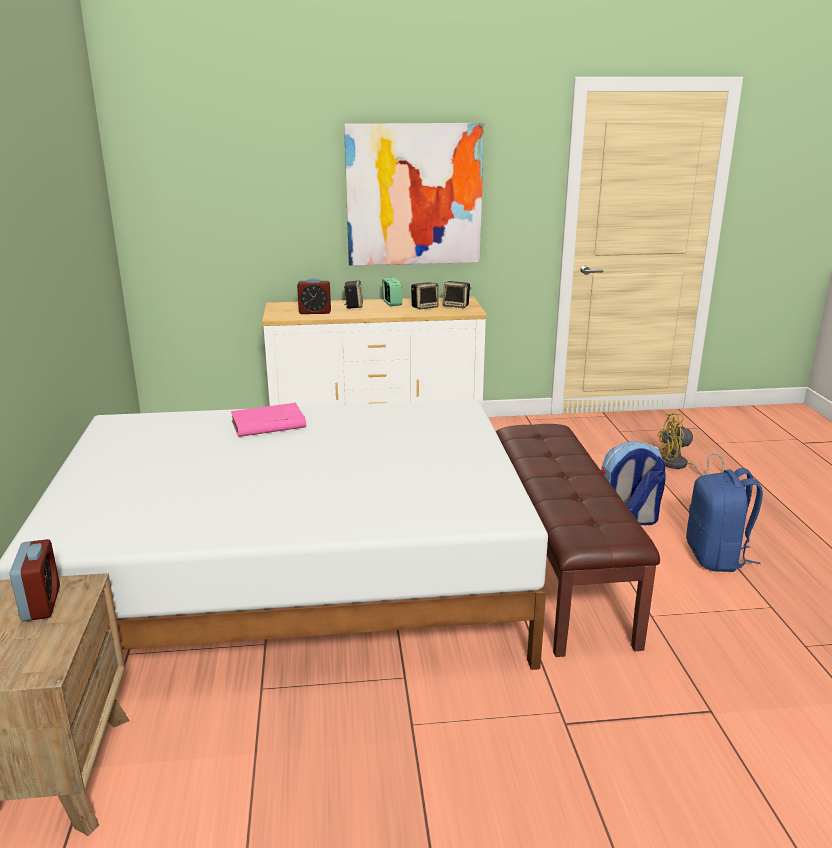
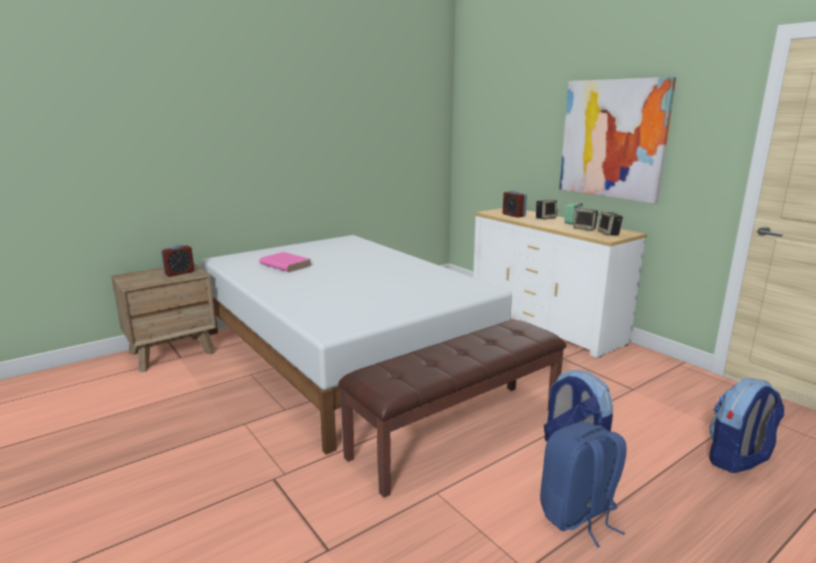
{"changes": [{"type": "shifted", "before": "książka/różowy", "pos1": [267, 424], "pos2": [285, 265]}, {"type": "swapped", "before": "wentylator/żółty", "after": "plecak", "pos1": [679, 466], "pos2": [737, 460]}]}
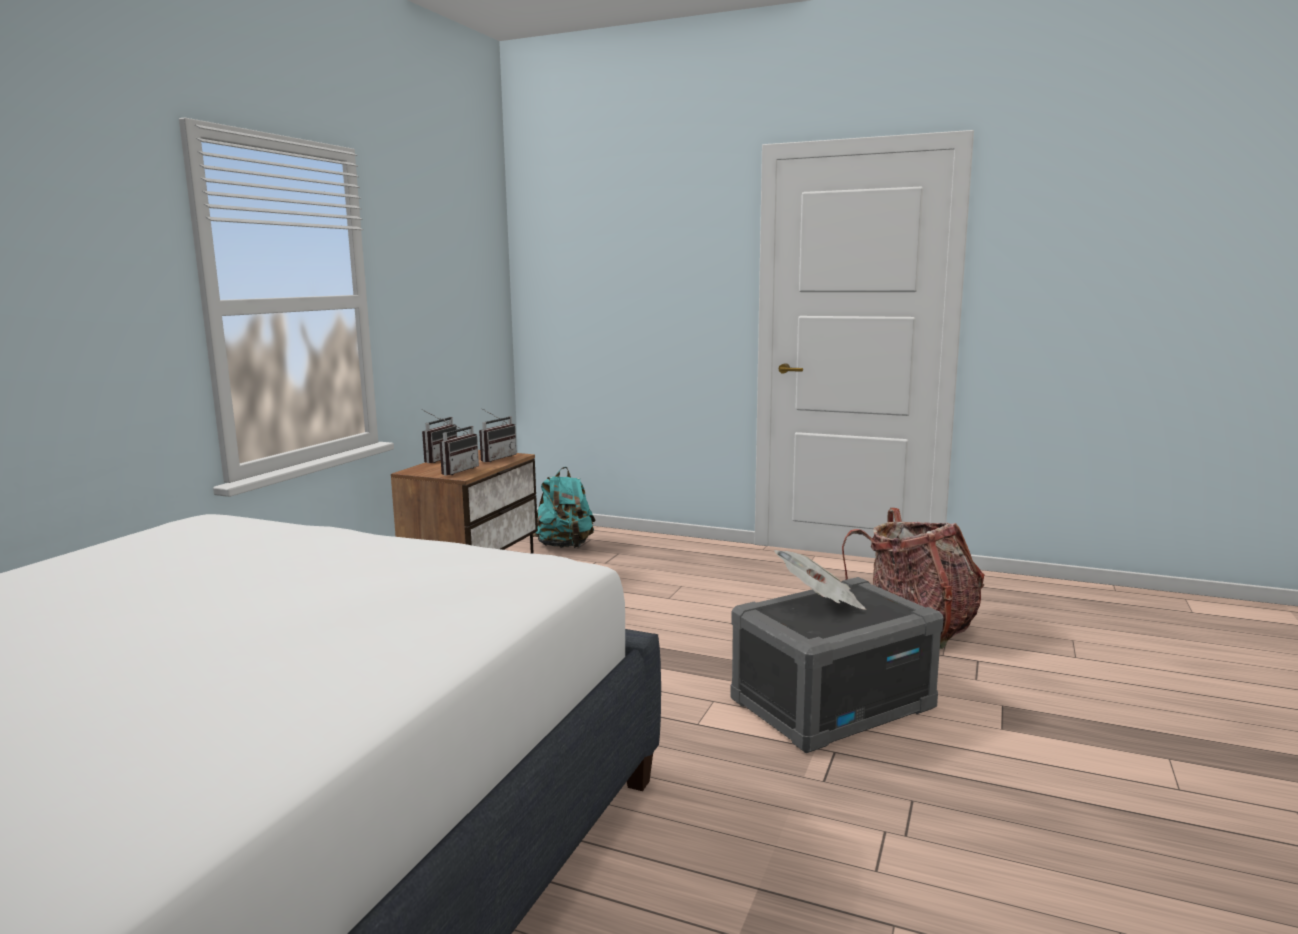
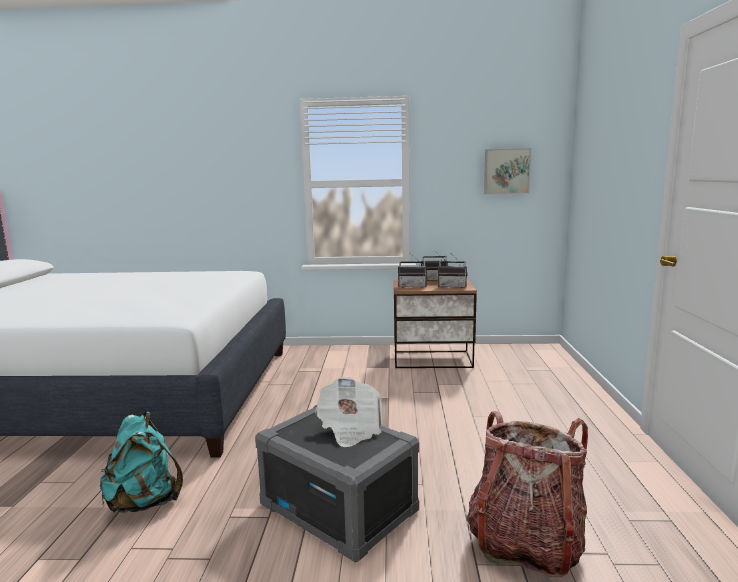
{"changes": [{"type": "shifted", "before": "plecak/turkusowy", "pos1": [565, 546], "pos2": [144, 502]}, {"type": "new", "after": "obraz", "pos2": [506, 171]}]}
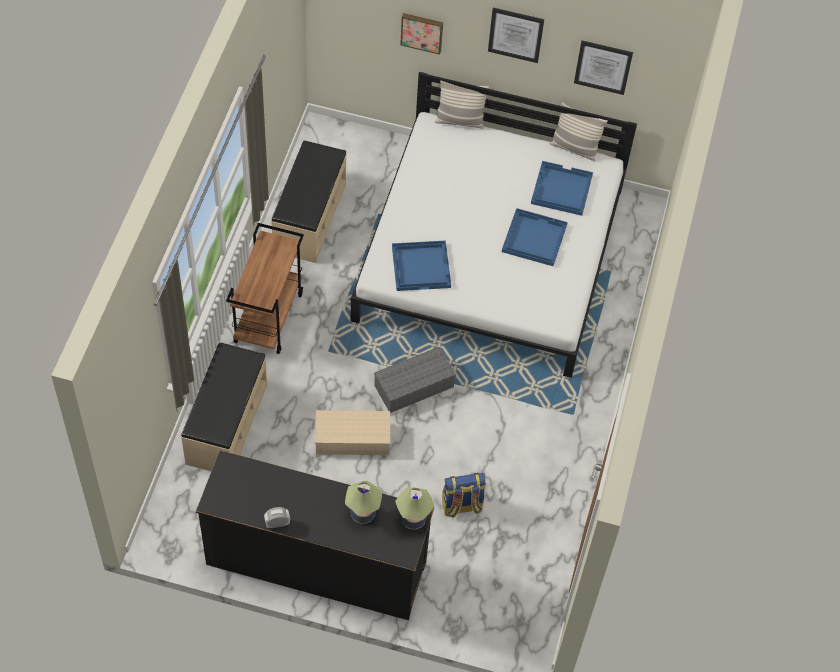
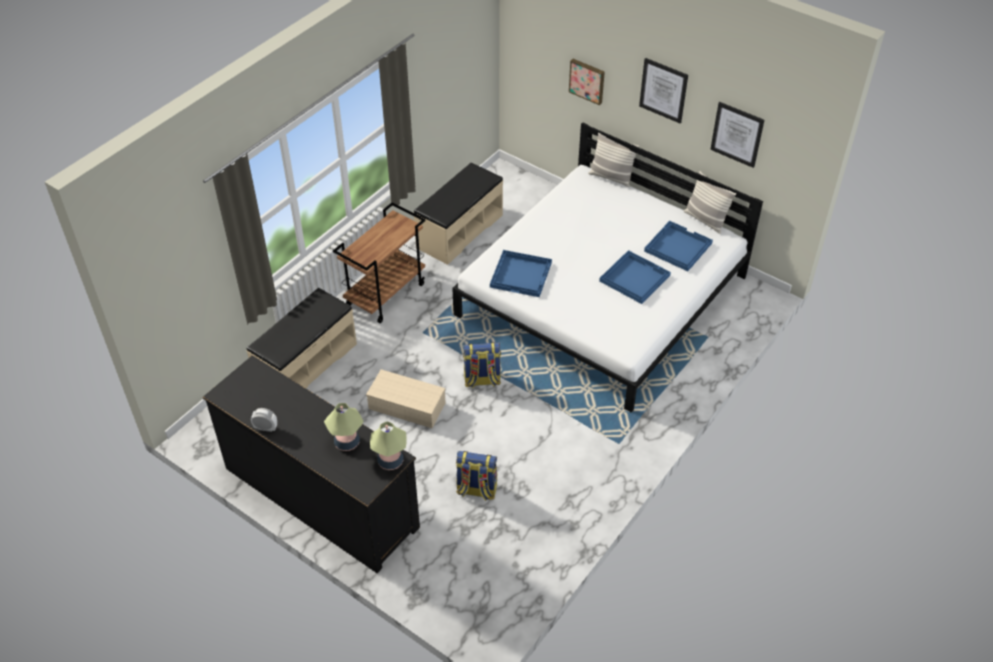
{"changes": [{"type": "swapped", "before": "pojemnik do przechowywania/szary", "after": "plecak", "pos1": [413, 387], "pos2": [482, 380]}]}
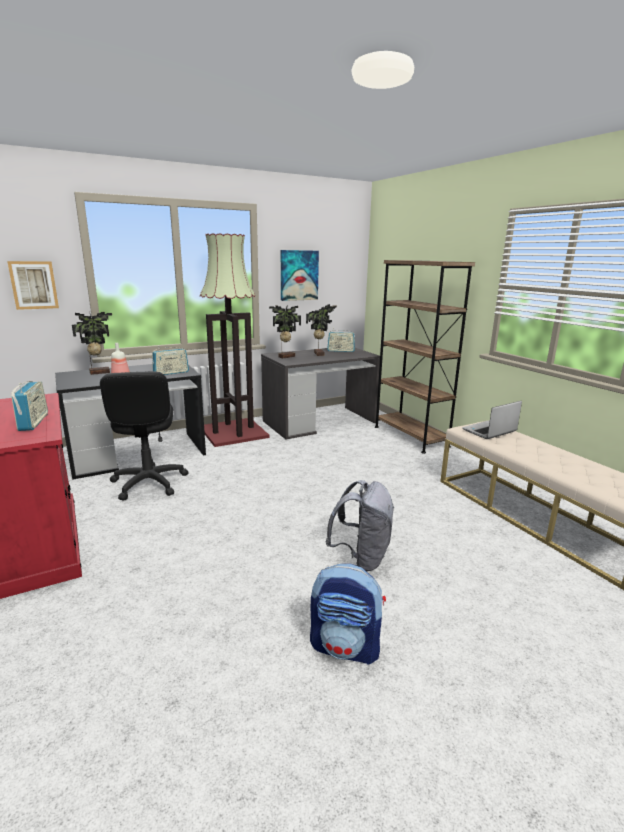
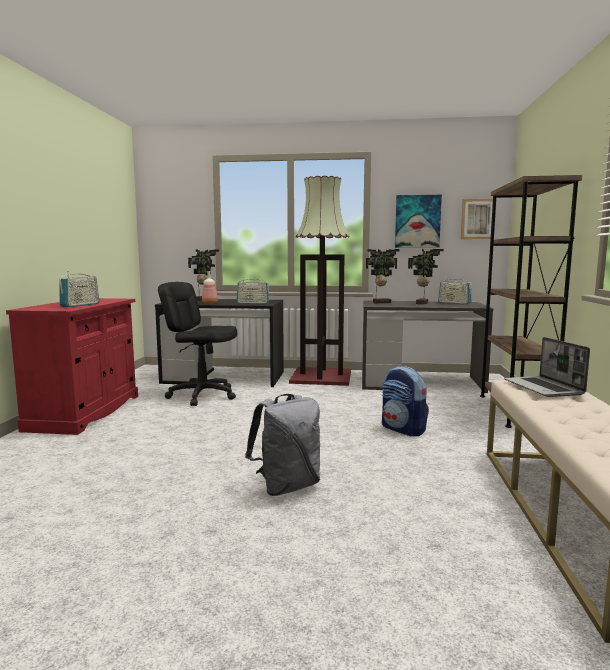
{"changes": [{"type": "shifted", "before": "obraz", "pos1": [34, 285], "pos2": [477, 219]}, {"type": "rotated", "before": "krzesło biurowe/czarny", "pos1": [149, 483], "pos2": [202, 395], "turn": 90}, {"type": "shifted", "before": "plecak", "pos1": [346, 647], "pos2": [403, 429]}, {"type": "rotated", "before": "laptop", "pos1": [489, 431], "pos2": [544, 388], "turn": -105}]}
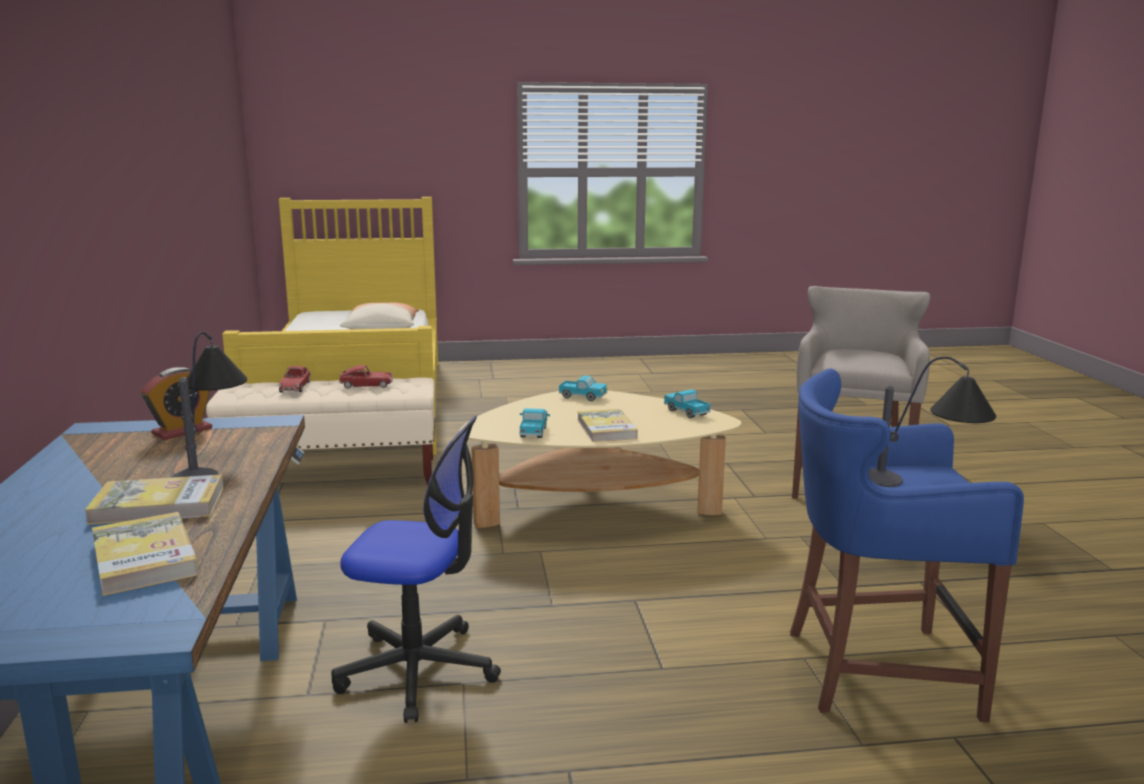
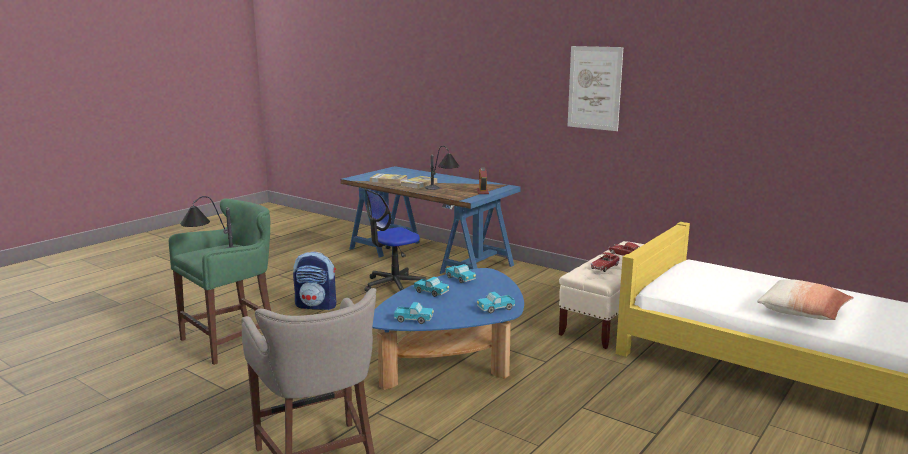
{"changes": [{"type": "repainted", "before": "ława/beżowy", "after": "ława/niebieski", "pos1": [595, 507], "pos2": [454, 360]}, {"type": "swapped", "before": "książka", "after": "ciężarówka zabawkowa", "pos1": [606, 429], "pos2": [431, 292]}, {"type": "repainted", "before": "stołek/niebieski", "after": "stołek/zielony", "pos1": [873, 670], "pos2": [233, 340]}, {"type": "new", "after": "plecak", "pos2": [317, 306]}, {"type": "new", "after": "obraz", "pos2": [594, 88]}]}
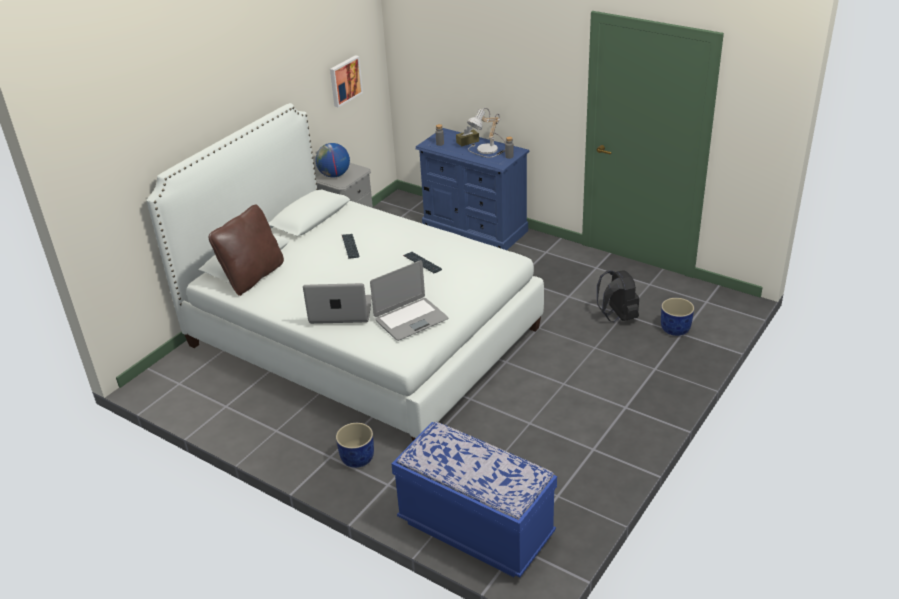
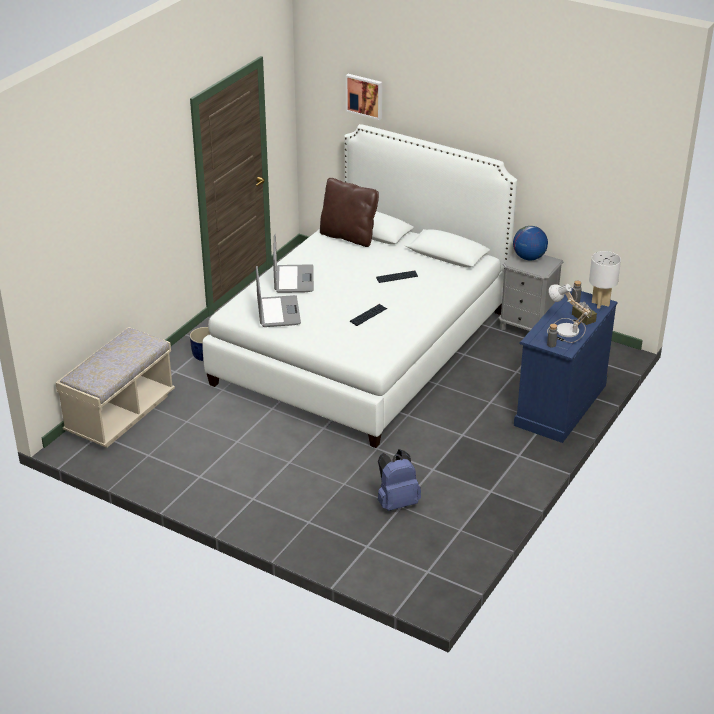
{"changes": [{"type": "shifted", "before": "obraz", "pos1": [344, 80], "pos2": [365, 96]}, {"type": "rotated", "before": "laptop", "pos1": [411, 319], "pos2": [278, 312], "turn": -150}, {"type": "repainted", "before": "ławka/niebieski", "after": "ławka/beżowy", "pos1": [475, 529], "pos2": [120, 414]}, {"type": "repainted", "before": "plecak/czarny", "after": "plecak/niebieski", "pos1": [617, 316], "pos2": [396, 502]}, {"type": "gone", "before": "donica/niebieski", "pos1": [675, 329]}, {"type": "new", "after": "lampa stołowa/biały", "pos2": [600, 304]}]}
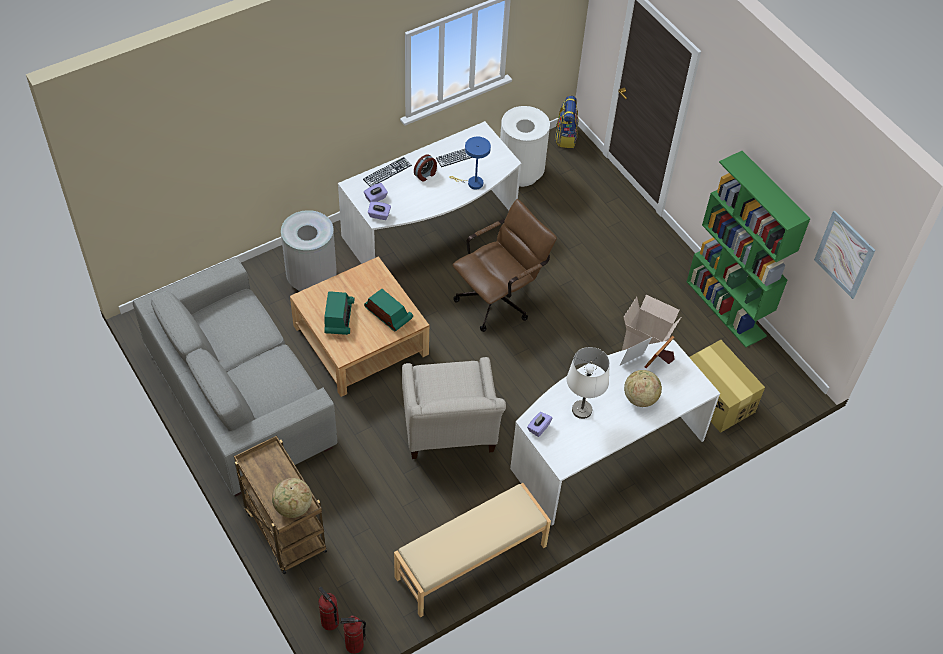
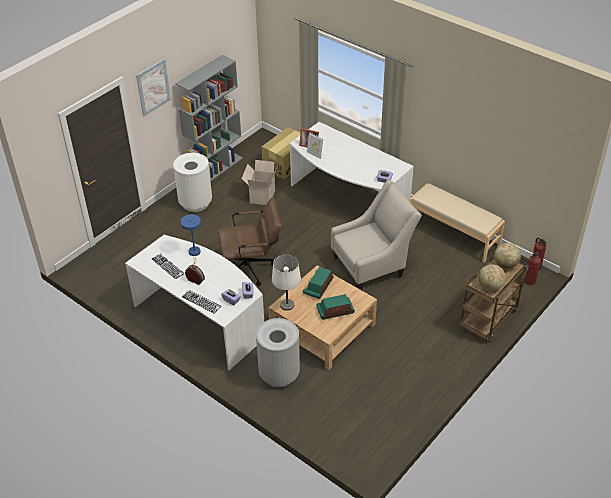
{"changes": [{"type": "gone", "before": "kanapa/szary", "pos1": [239, 395]}, {"type": "rotated", "before": "krzesło biurowe/brązowy", "pos1": [500, 298], "pos2": [252, 268], "turn": 135}, {"type": "shifted", "before": "kosz na śmieci/biały", "pos1": [520, 173], "pos2": [195, 203]}, {"type": "gone", "before": "plecak", "pos1": [565, 137]}, {"type": "shifted", "before": "lampa stołowa/biały", "pos1": [582, 410], "pos2": [287, 305]}, {"type": "shifted", "before": "globus", "pos1": [640, 398], "pos2": [490, 286]}, {"type": "repainted", "before": "regał/zielony", "after": "regał/szary", "pos1": [726, 309], "pos2": [215, 169]}, {"type": "shifted", "before": "obraz", "pos1": [844, 254], "pos2": [153, 87]}]}
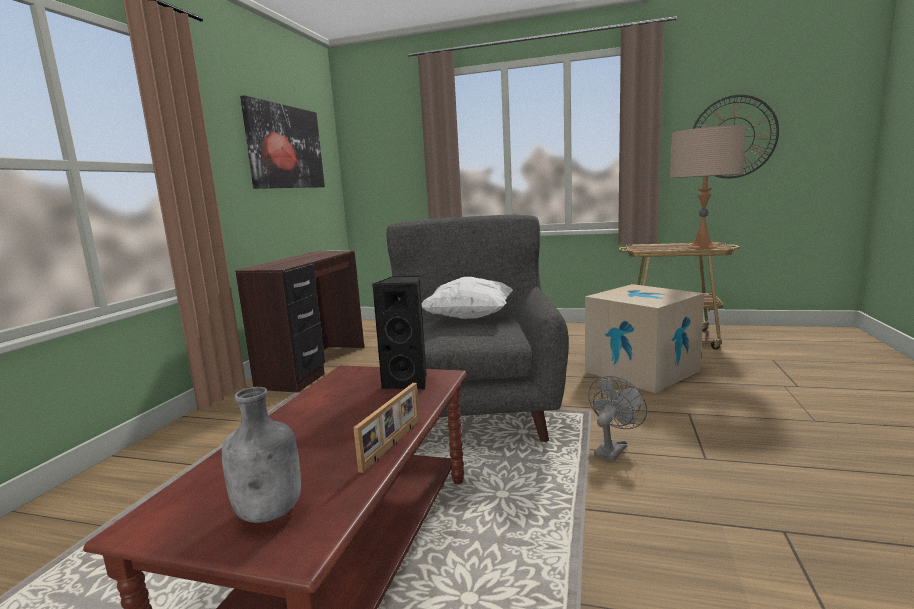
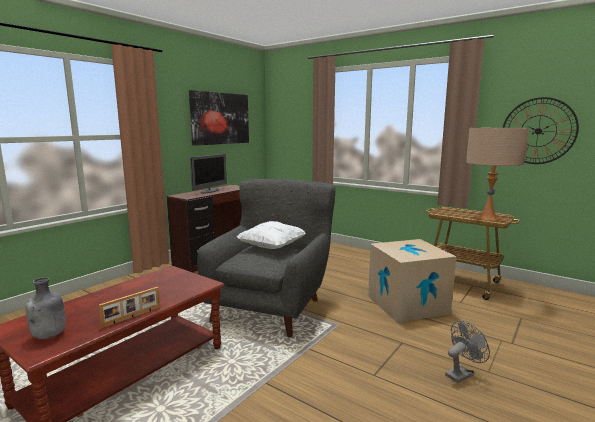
{"changes": [{"type": "gone", "before": "głośnik/czarny", "pos1": [408, 382]}, {"type": "shifted", "before": "wentylator/szary", "pos1": [612, 449], "pos2": [462, 374]}, {"type": "new", "after": "monitor", "pos2": [210, 191]}]}
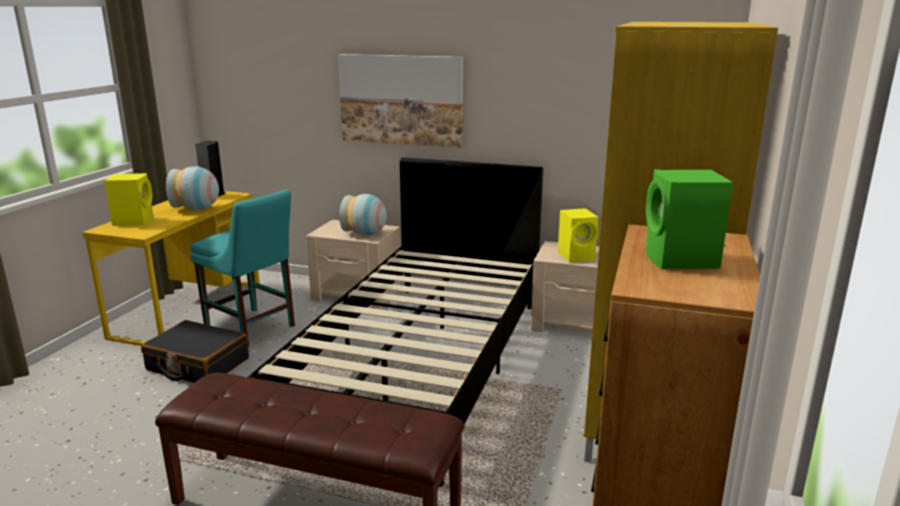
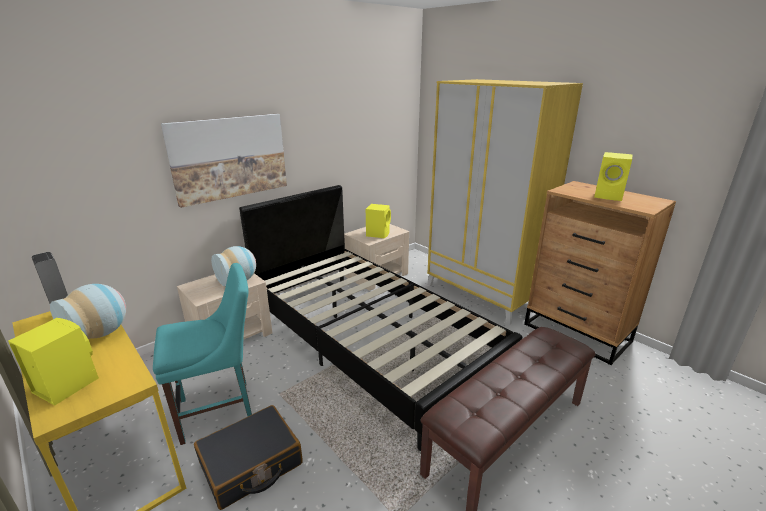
{"changes": [{"type": "repainted", "before": "głośnik/zielony", "after": "głośnik/żółty", "pos1": [681, 261], "pos2": [609, 196]}]}
